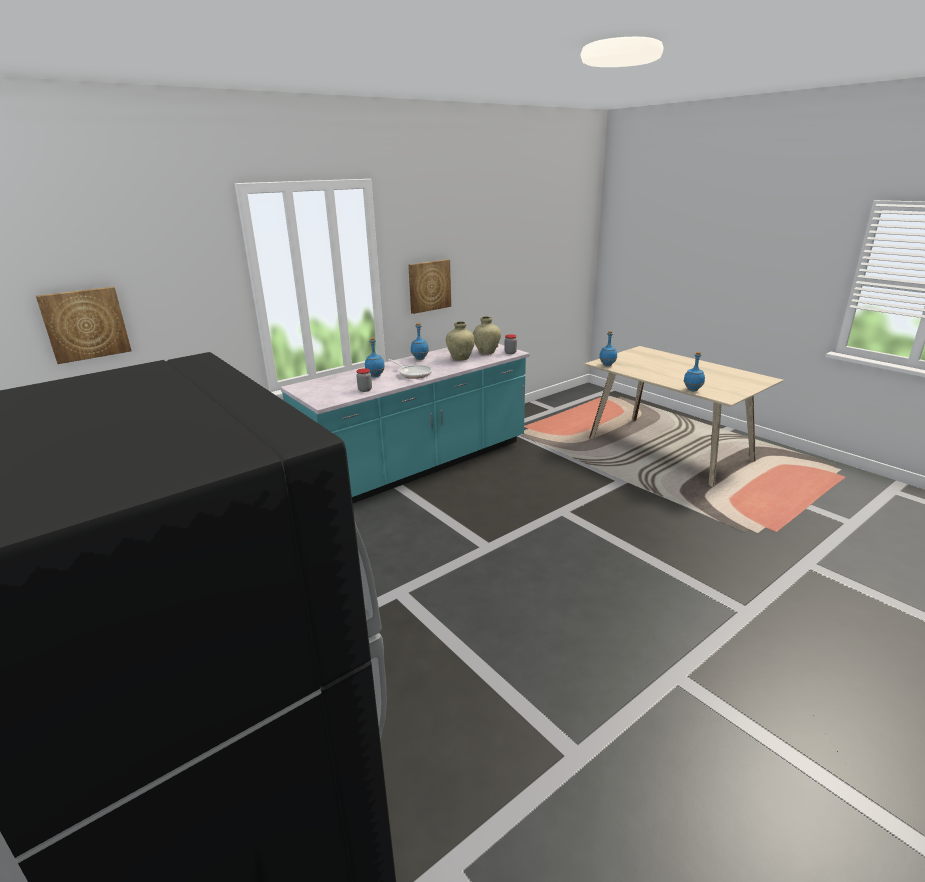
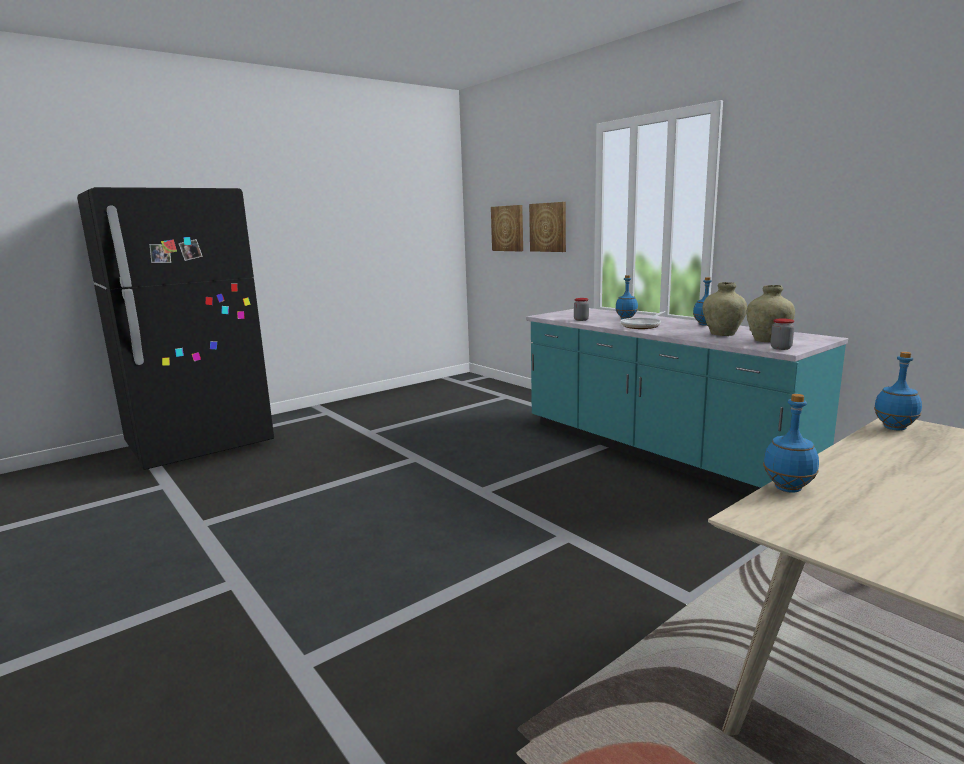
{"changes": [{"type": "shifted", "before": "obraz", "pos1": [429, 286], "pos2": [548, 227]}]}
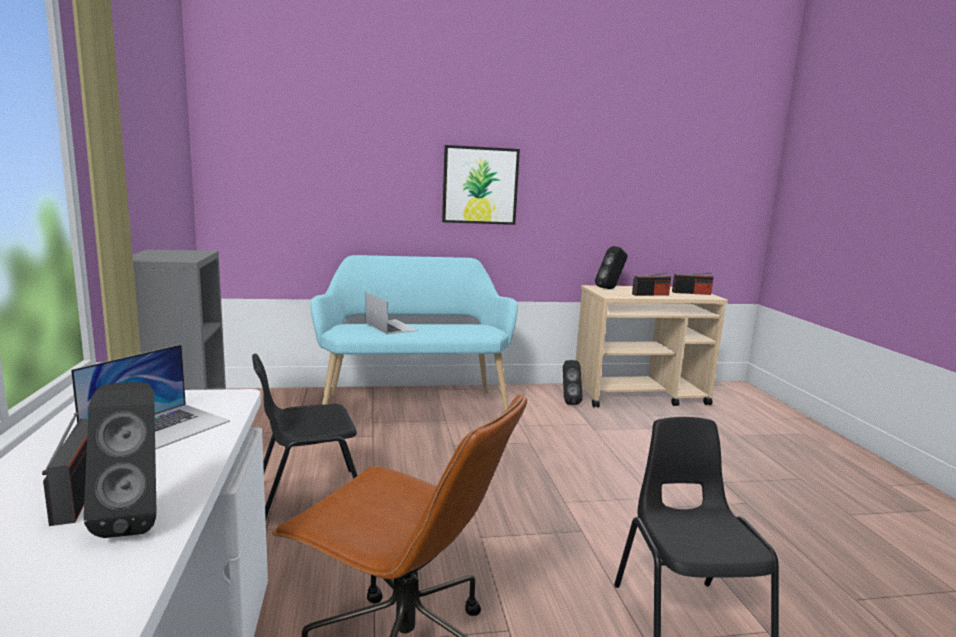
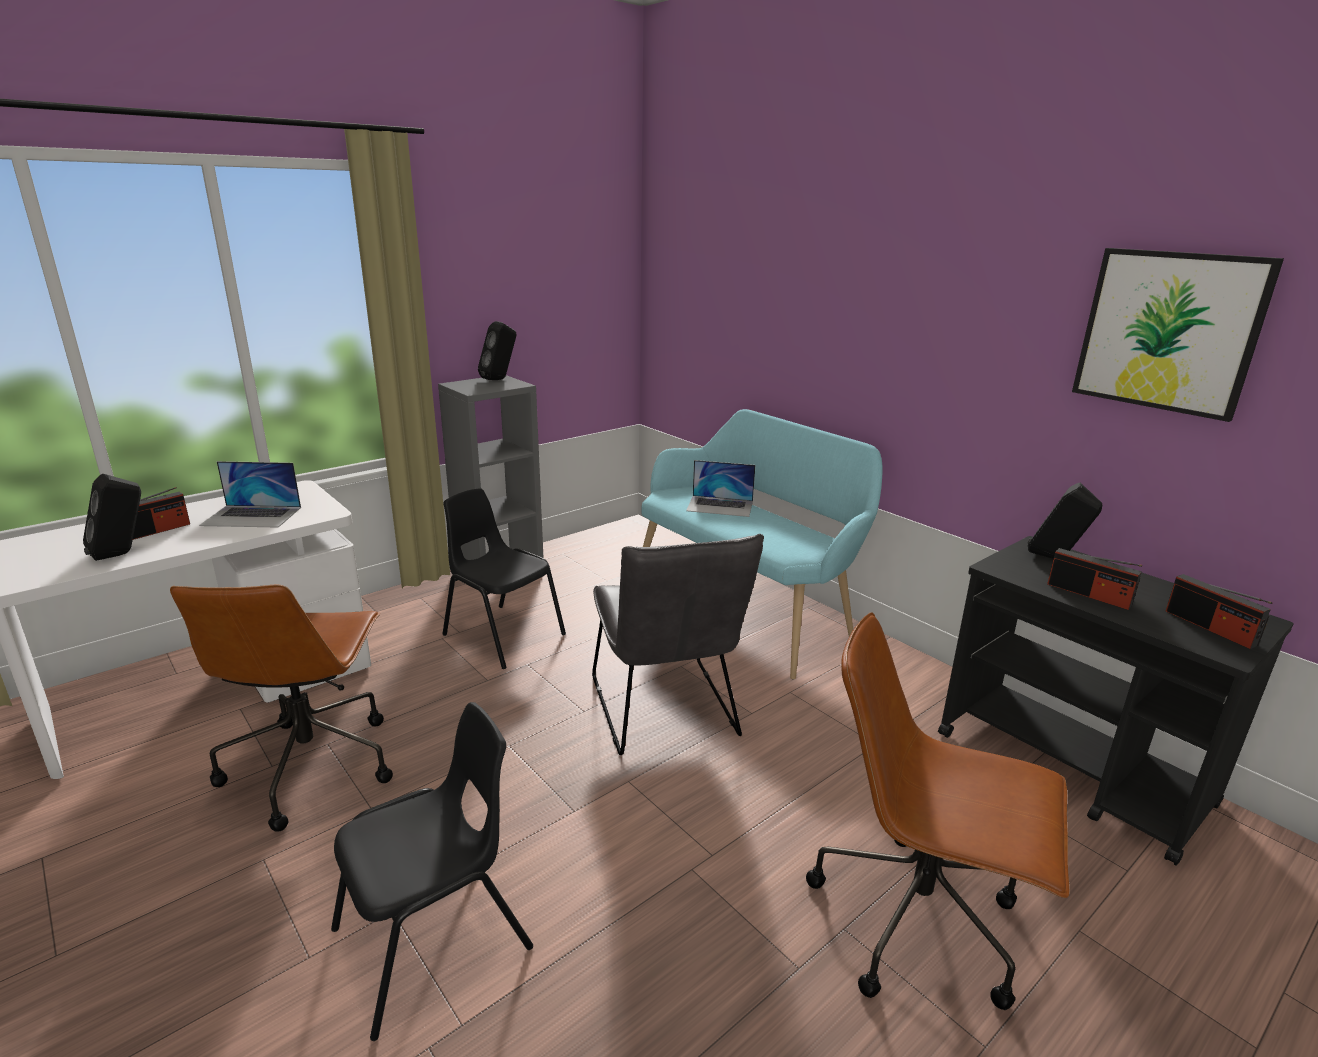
{"changes": [{"type": "rotated", "before": "laptop", "pos1": [391, 326], "pos2": [720, 506], "turn": 75}, {"type": "shifted", "before": "obraz", "pos1": [480, 185], "pos2": [1168, 331]}, {"type": "shifted", "before": "głośnik/czarny", "pos1": [568, 402], "pos2": [500, 379]}, {"type": "repainted", "before": "wózek/beżowy", "after": "wózek/czarny", "pos1": [640, 395], "pos2": [1073, 769]}, {"type": "new", "after": "krzesło/szary", "pos2": [666, 713]}, {"type": "new", "after": "krzesło biurowe/brązowy", "pos2": [919, 920]}]}
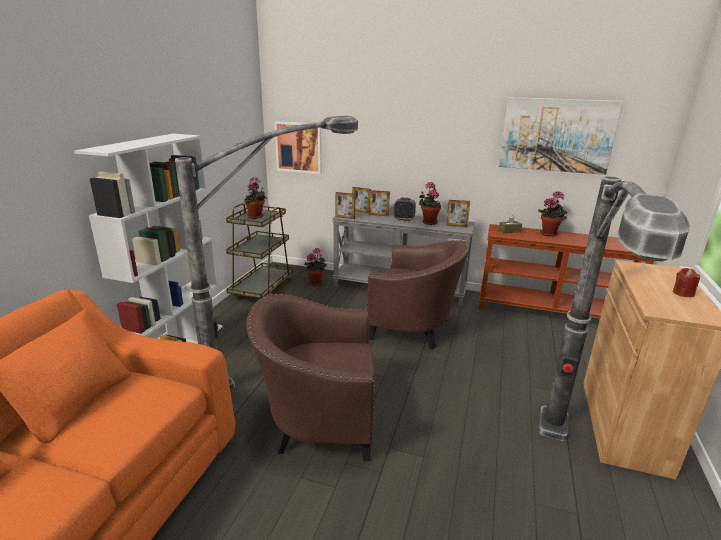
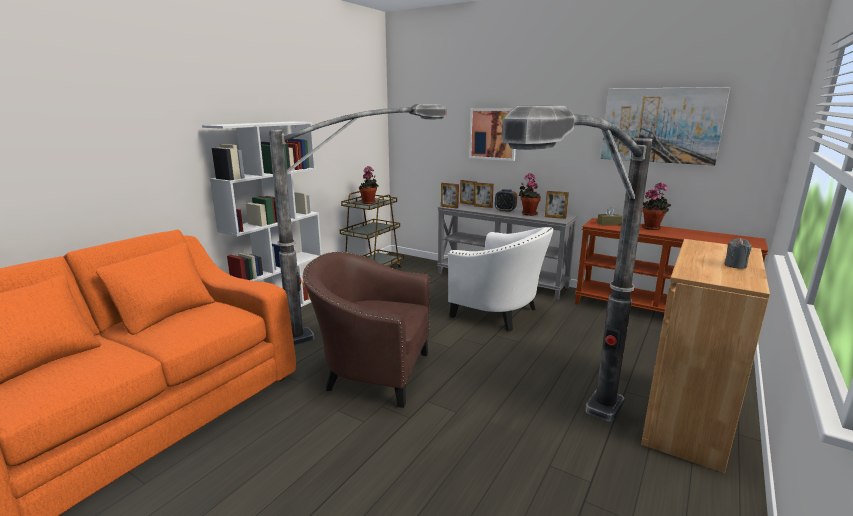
{"changes": [{"type": "shifted", "before": "obraz", "pos1": [299, 147], "pos2": [493, 134]}, {"type": "gone", "before": "roślina doniczkowa", "pos1": [316, 282]}, {"type": "repainted", "before": "fotel/brązowy", "after": "fotel/biały", "pos1": [414, 328], "pos2": [499, 313]}, {"type": "repainted", "before": "świeca/czerwony", "after": "świeca/szary", "pos1": [683, 293], "pos2": [735, 265]}]}
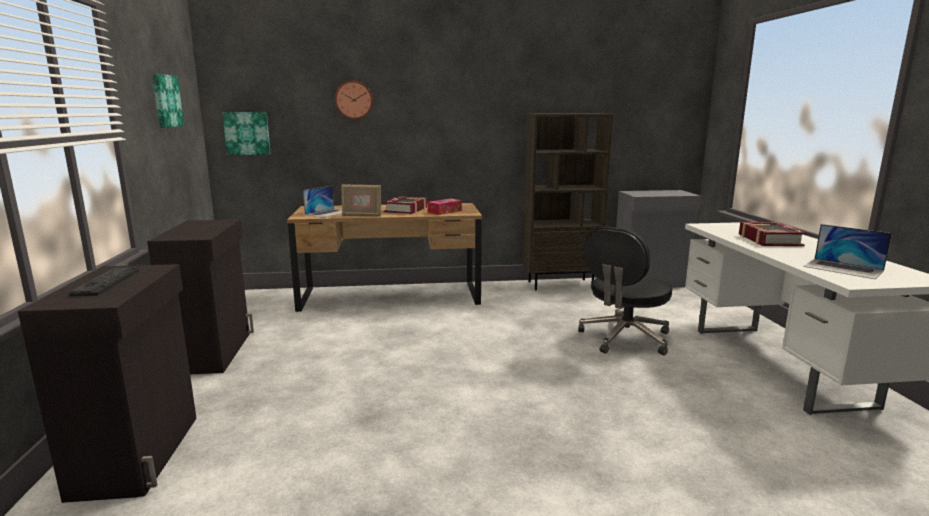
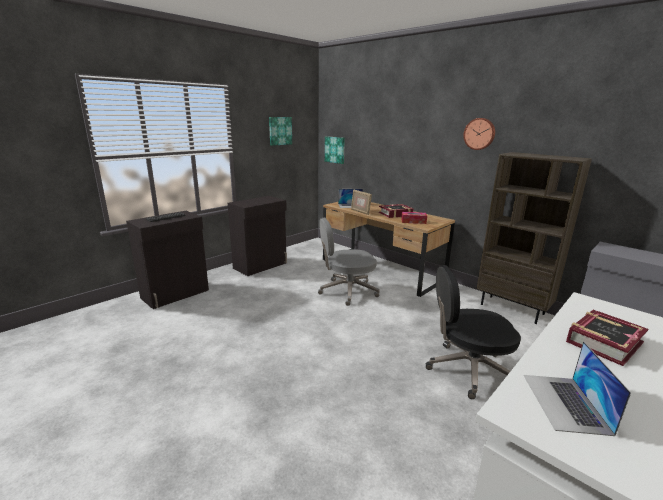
{"changes": [{"type": "shifted", "before": "zegar ścienny", "pos1": [354, 100], "pos2": [479, 134]}, {"type": "new", "after": "krzesło biurowe/szary", "pos2": [347, 291]}]}
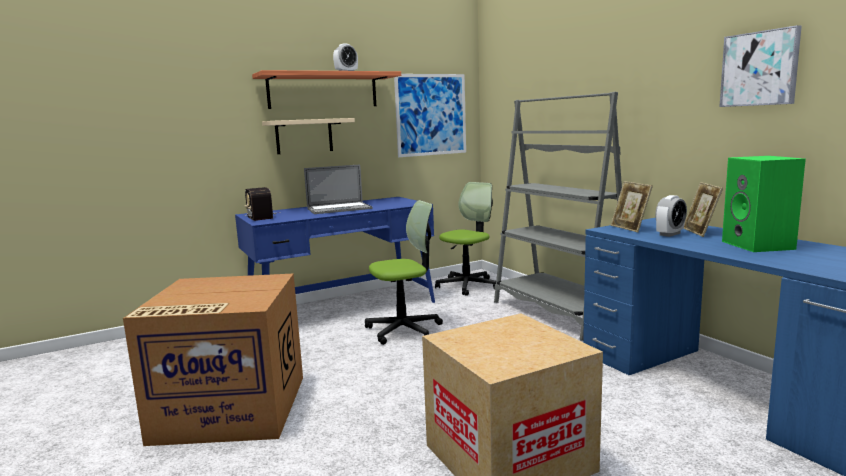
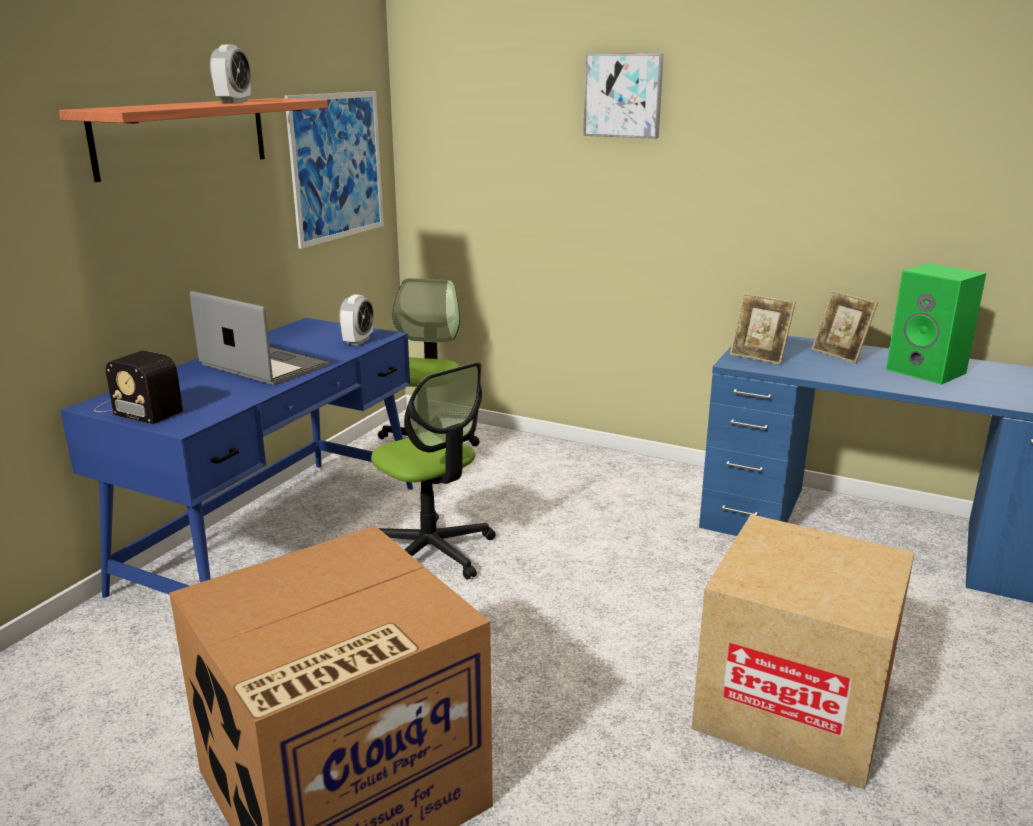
{"changes": [{"type": "gone", "before": "półka/beżowy", "pos1": [304, 136]}, {"type": "rotated", "before": "laptop", "pos1": [339, 209], "pos2": [264, 366], "turn": -90}, {"type": "rotated", "before": "krzesło biurowe", "pos1": [404, 330], "pos2": [431, 552], "turn": 105}, {"type": "gone", "before": "regał/szary", "pos1": [557, 313]}, {"type": "shifted", "before": "budzik", "pos1": [669, 234], "pos2": [358, 341]}, {"type": "shifted", "before": "obraz", "pos1": [760, 69], "pos2": [623, 95]}]}
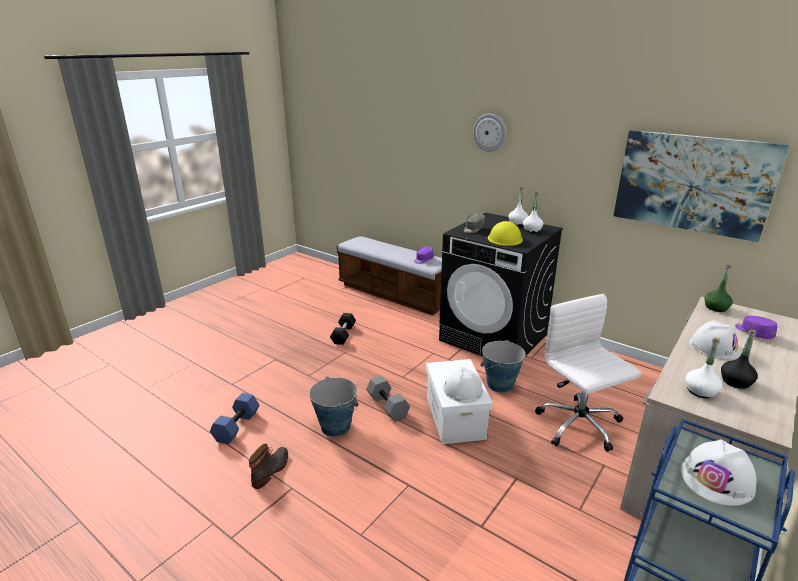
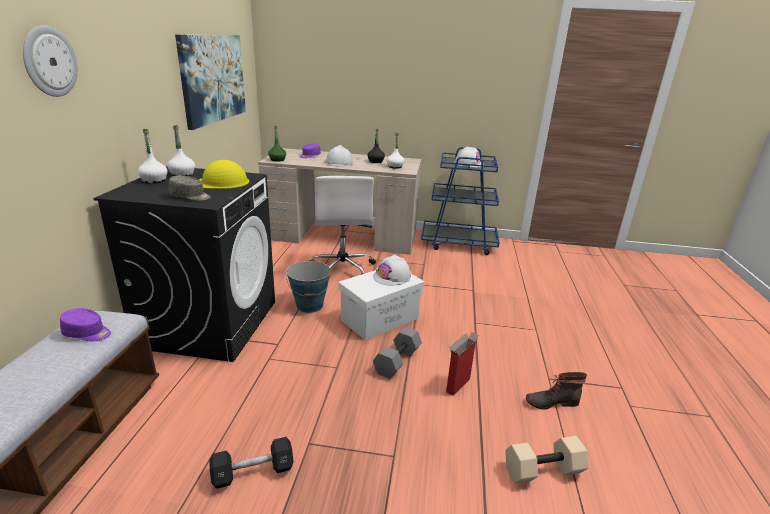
{"changes": [{"type": "repainted", "before": "hantel/niebieski", "after": "hantel/beżowy", "pos1": [236, 426], "pos2": [542, 471]}, {"type": "swapped", "before": "wiadro", "after": "karton", "pos1": [335, 426], "pos2": [458, 385]}, {"type": "rotated", "before": "krzesło biurowe/biały", "pos1": [579, 426], "pos2": [342, 268], "turn": -45}]}
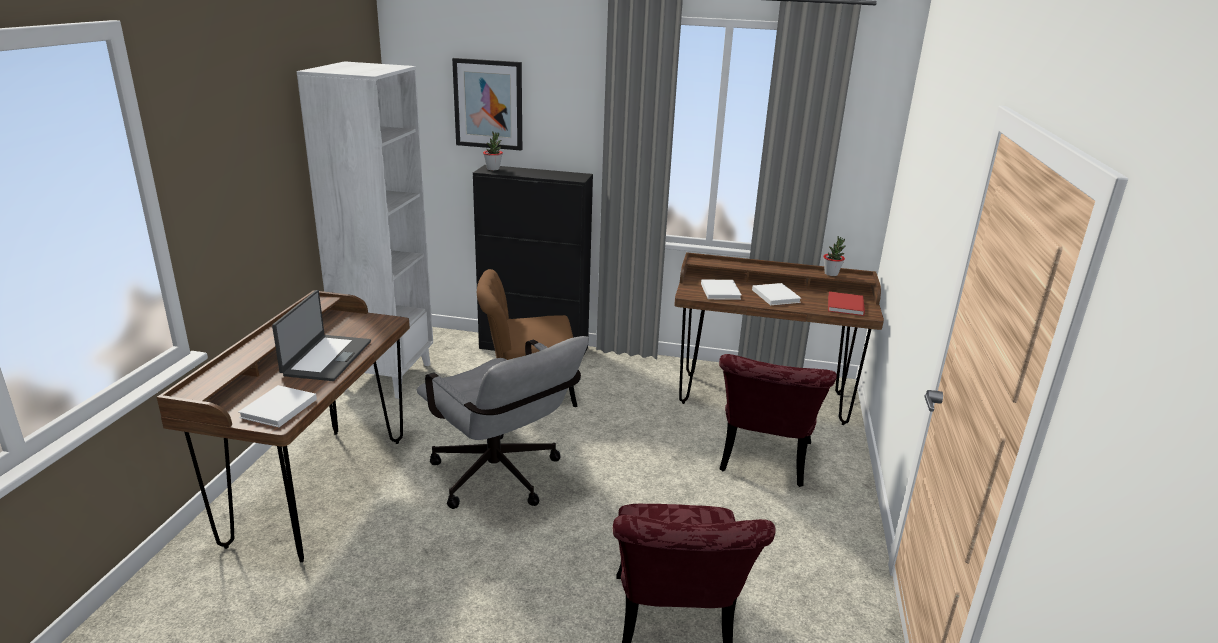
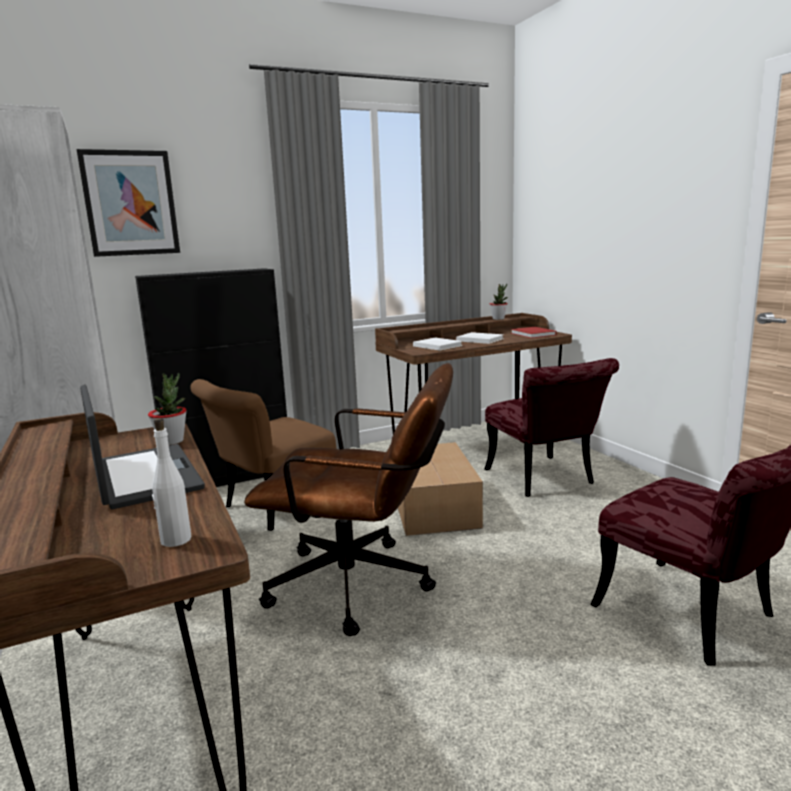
{"changes": [{"type": "swapped", "before": "książka/biały", "after": "butelka/biały", "pos1": [277, 409], "pos2": [175, 540]}, {"type": "repainted", "before": "krzesło biurowe/szary", "after": "krzesło biurowe/brązowy", "pos1": [502, 480], "pos2": [364, 586]}, {"type": "shifted", "before": "roślina doniczkowa", "pos1": [493, 169], "pos2": [171, 441]}, {"type": "new", "after": "karton", "pos2": [434, 505]}]}
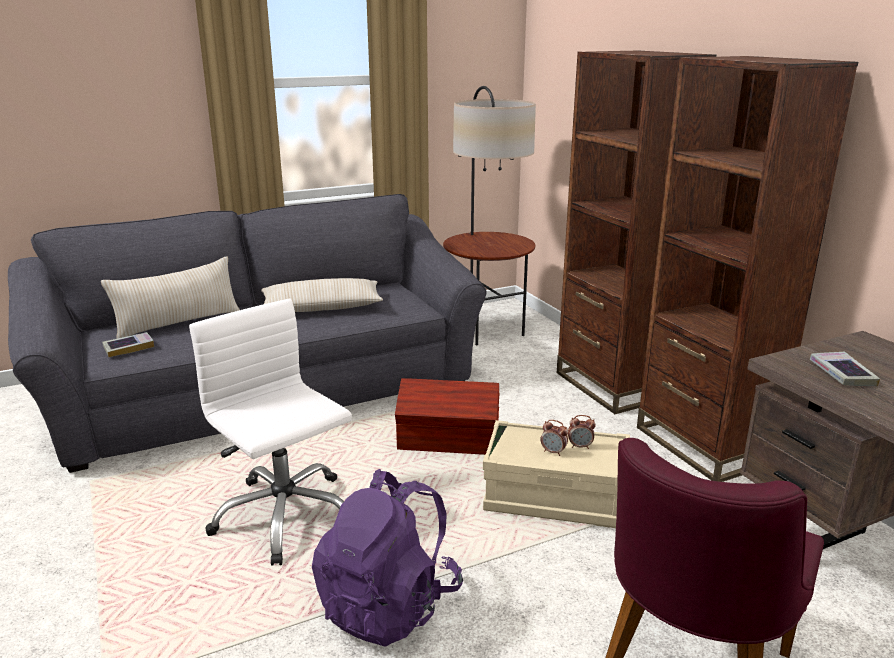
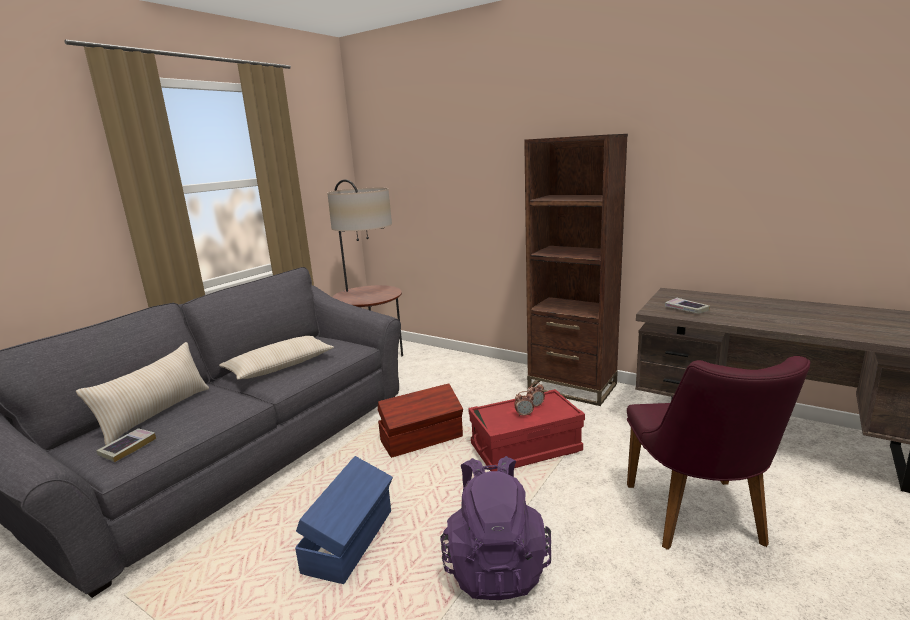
{"changes": [{"type": "swapped", "before": "krzesło biurowe/biały", "after": "pojemnik do przechowywania/niebieski", "pos1": [284, 516], "pos2": [351, 540]}, {"type": "repainted", "before": "pojemnik do przechowywania/beżowy", "after": "pojemnik do przechowywania/czerwony", "pos1": [555, 498], "pos2": [526, 449]}, {"type": "gone", "before": "regał/brązowy", "pos1": [611, 386]}]}
